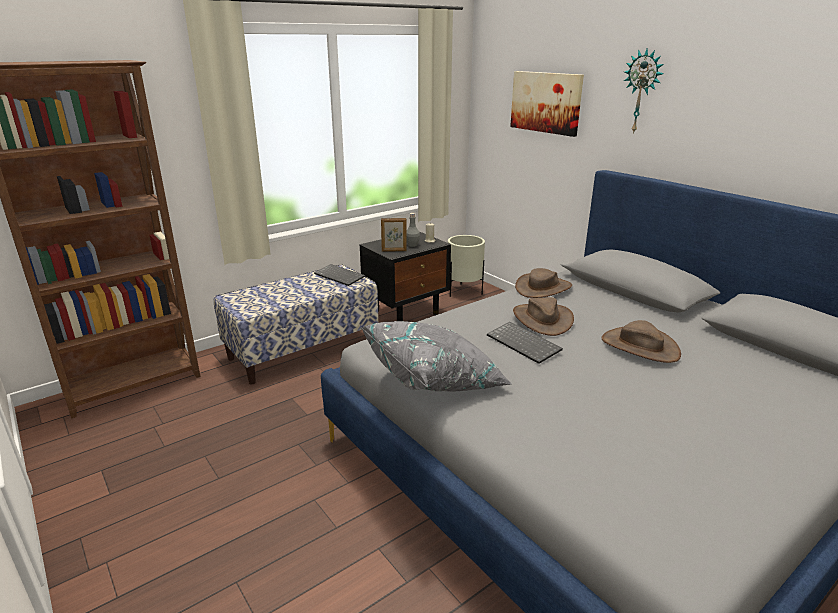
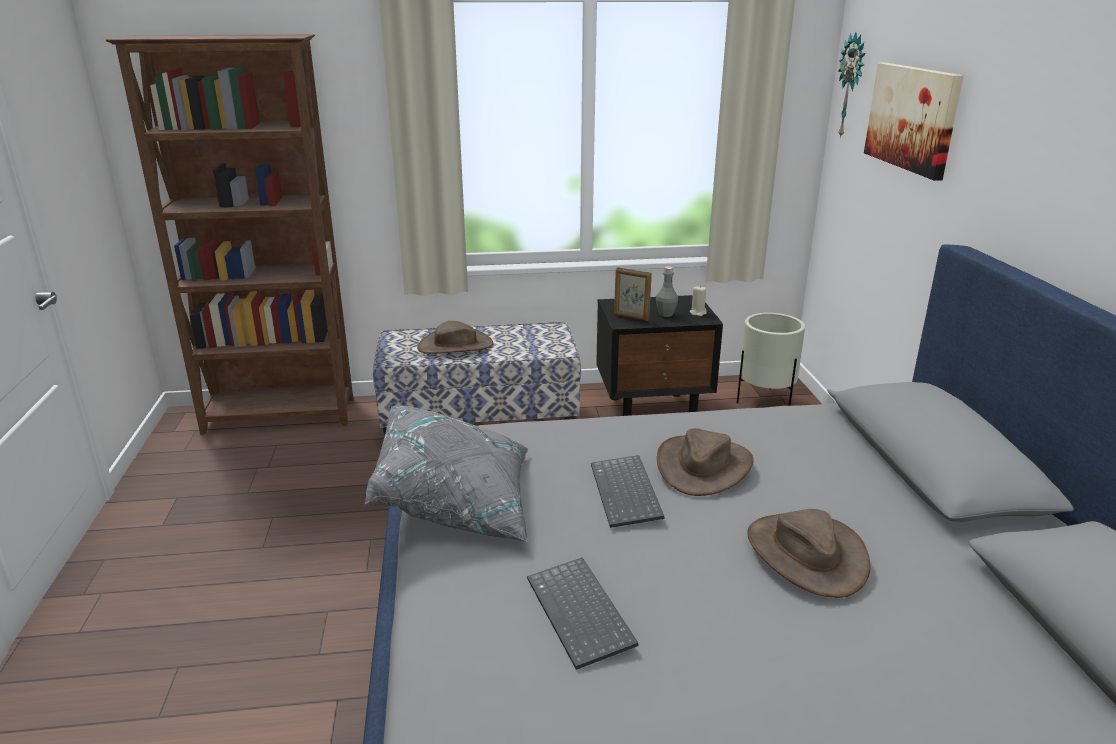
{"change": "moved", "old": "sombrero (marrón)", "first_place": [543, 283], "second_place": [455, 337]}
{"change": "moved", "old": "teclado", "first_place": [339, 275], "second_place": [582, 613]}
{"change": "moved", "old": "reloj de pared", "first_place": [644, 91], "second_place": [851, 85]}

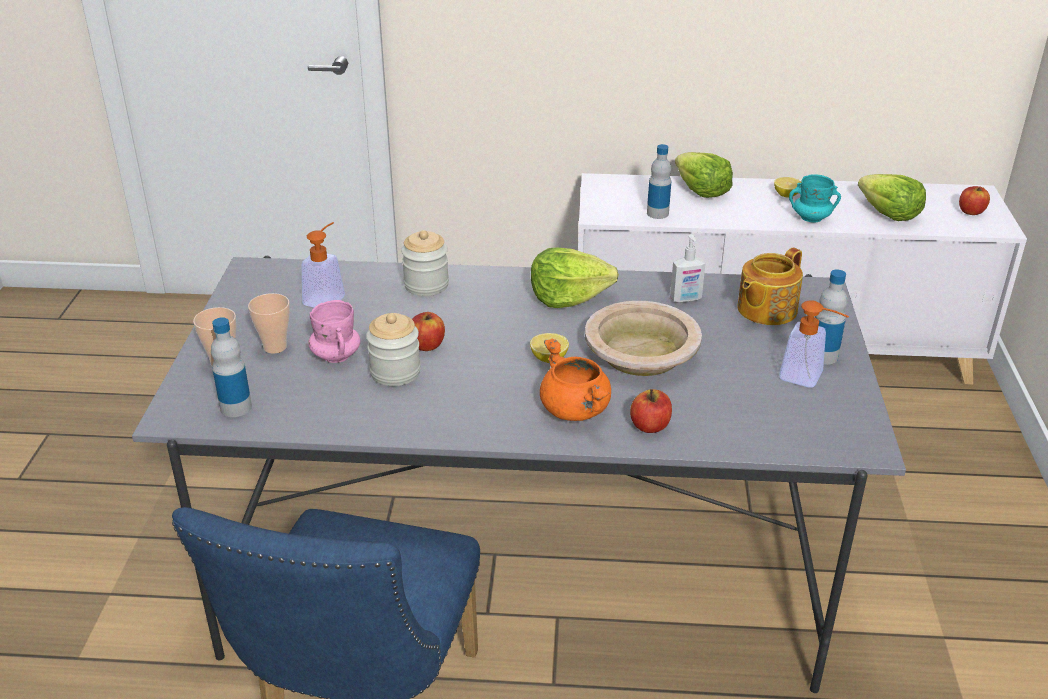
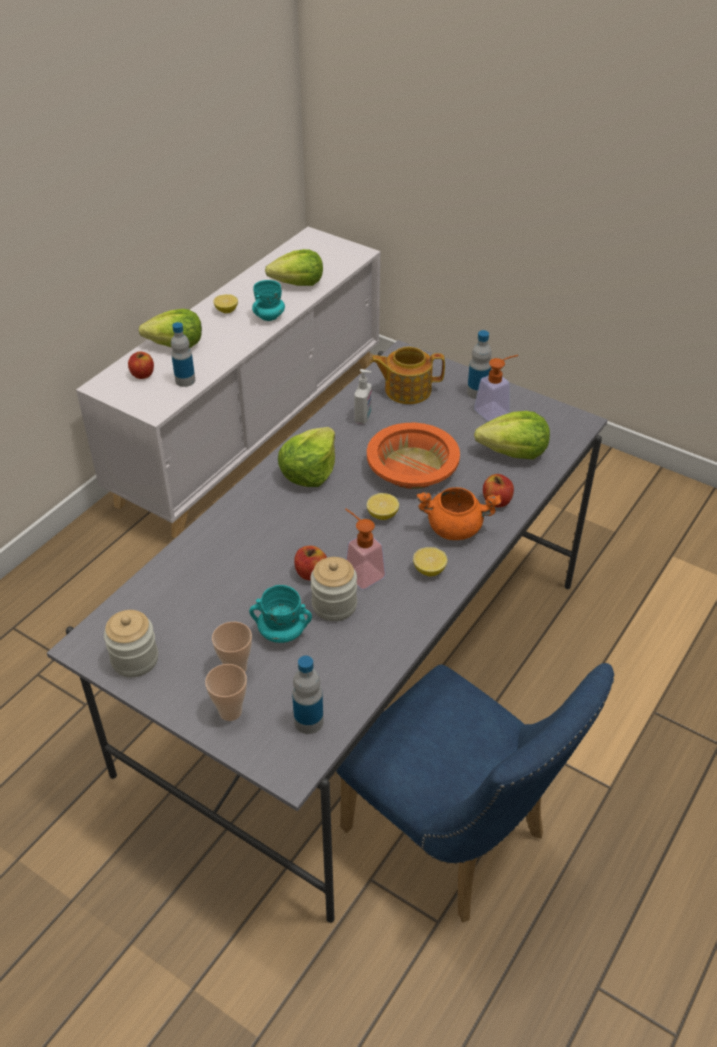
{"change": "moved", "old": "tarro", "first_place": [425, 263], "second_place": [131, 643]}
{"change": "moved", "old": "manzana", "first_place": [974, 200], "second_place": [141, 365]}
{"change": "recoloured", "old": "taza grande (rosa)", "new": "taza grande (turquesa)", "first_place": [334, 331], "second_place": [280, 614]}
{"change": "moved", "old": "dispensador de jabón", "first_place": [323, 264], "second_place": [365, 549]}
{"change": "recoloured", "old": "cuenco (beis)", "new": "cuenco (naranja)", "first_place": [643, 338], "second_place": [413, 456]}
{"change": "turned", "old": "tetera", "first_place": [770, 286], "second_place": [407, 375], "degrees": 105}
{"change": "added", "new": "limón", "second_place": [430, 561]}
{"change": "added", "new": "lechuga", "second_place": [512, 435]}

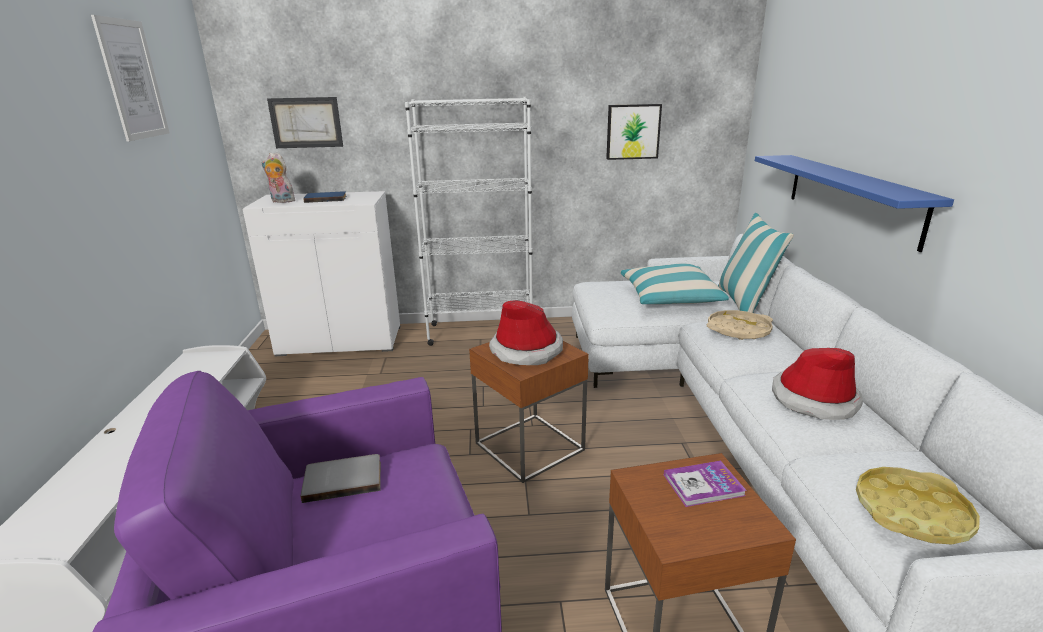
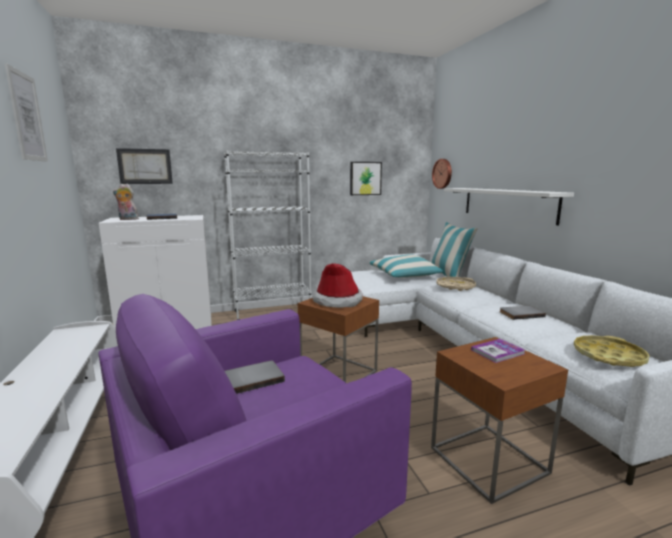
{"change": "added", "new": "reloj de pared", "second_place": [442, 174]}
{"change": "recoloured", "old": "estante (azul)", "new": "estante (blanco)", "first_place": [854, 203], "second_place": [509, 206]}
{"change": "replaced", "old": "sombrero", "new": "libro (gris)", "first_place": [817, 384], "second_place": [523, 313]}

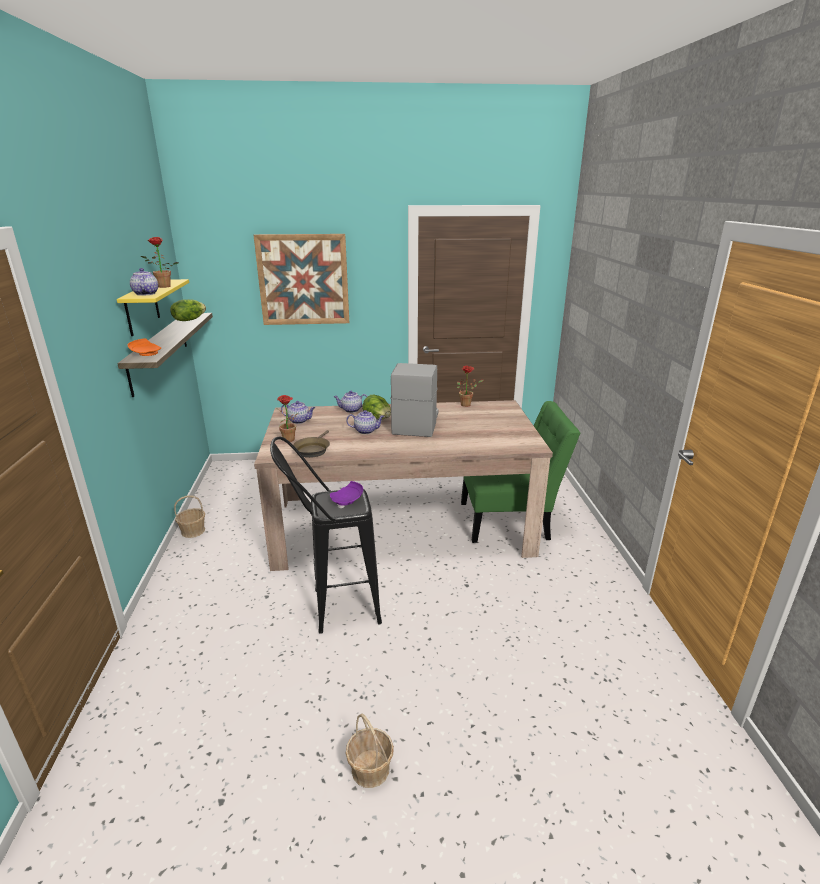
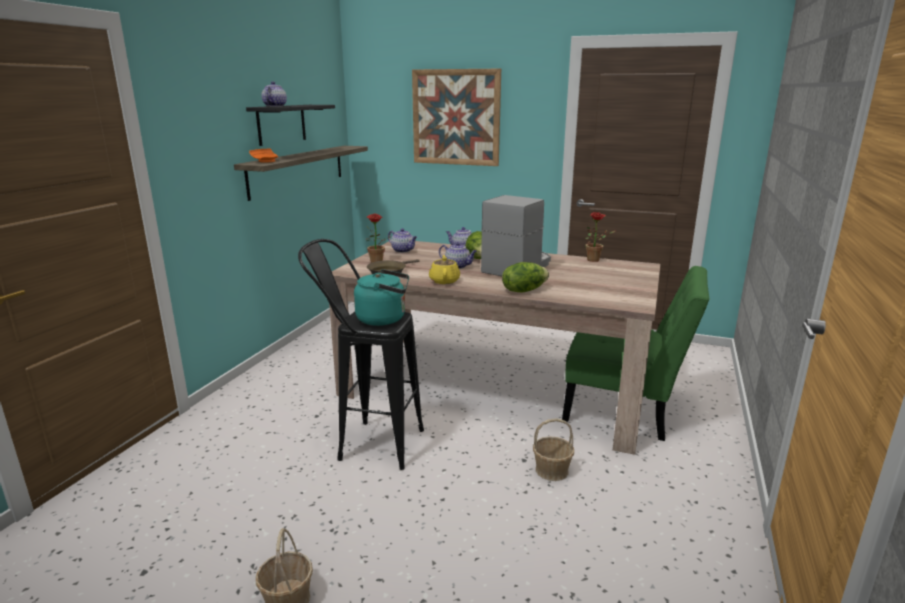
{"change": "recoloured", "old": "estante (amarillo)", "new": "estante (negro)", "first_place": [153, 307], "second_place": [290, 125]}
{"change": "replaced", "old": "plato (morado)", "new": "hervidor (turquesa)", "first_place": [346, 493], "second_place": [381, 297]}
{"change": "added", "new": "tetera (amarillo)", "second_place": [444, 269]}
{"change": "moved", "old": "lechuga", "first_place": [188, 310], "second_place": [525, 277]}
{"change": "moved", "old": "cesta", "first_place": [189, 516], "second_place": [553, 449]}
{"change": "removed", "old": "planta en maceta", "first_place": [160, 262]}

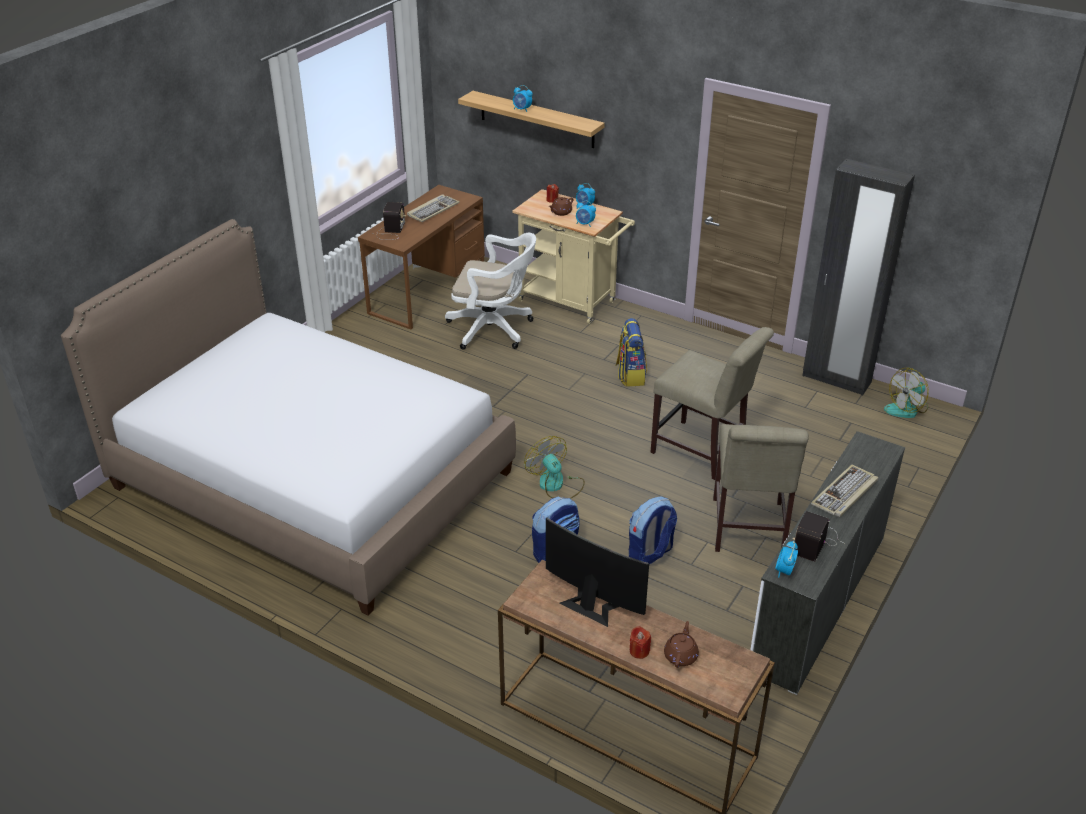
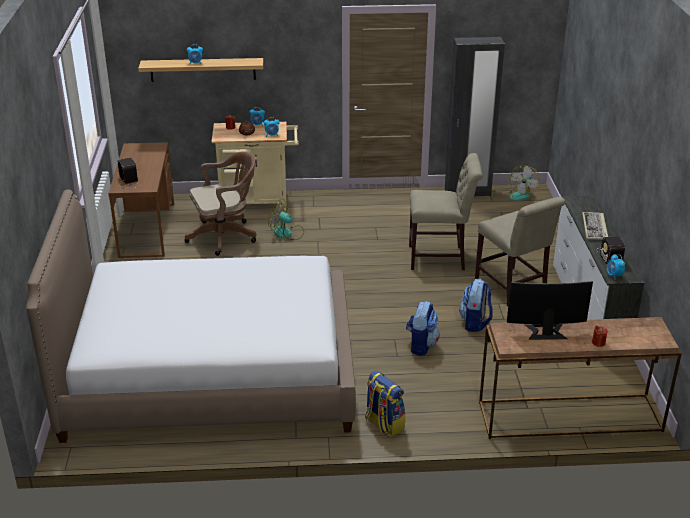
{"change": "recoloured", "old": "silla de oficina (blanco)", "new": "silla de oficina (marrón)", "first_place": [490, 291], "second_place": [220, 203]}
{"change": "moved", "old": "ventilador", "first_place": [554, 467], "second_place": [286, 219]}
{"change": "moved", "old": "mochila", "first_place": [631, 352], "second_place": [385, 403]}
{"change": "removed", "old": "teclado", "first_place": [433, 208]}
{"change": "removed", "old": "tetera (marrón)", "first_place": [681, 644]}

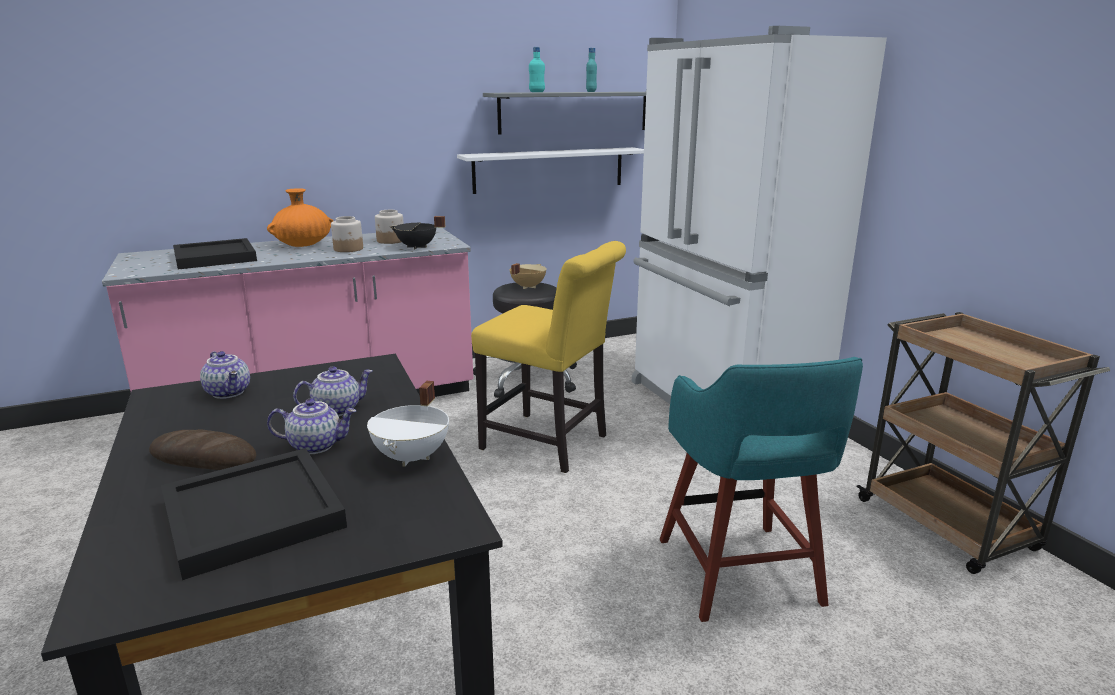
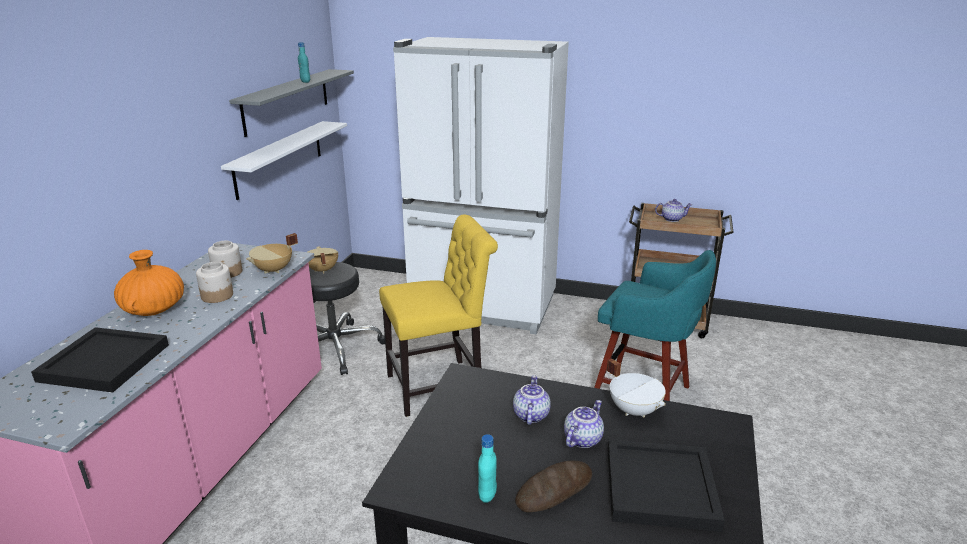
{"change": "recoloured", "old": "olla (negro)", "new": "olla (beis)", "first_place": [417, 233], "second_place": [272, 253]}
{"change": "moved", "old": "botella (turquesa)", "first_place": [537, 69], "second_place": [487, 468]}
{"change": "moved", "old": "tetera", "first_place": [225, 375], "second_place": [674, 210]}

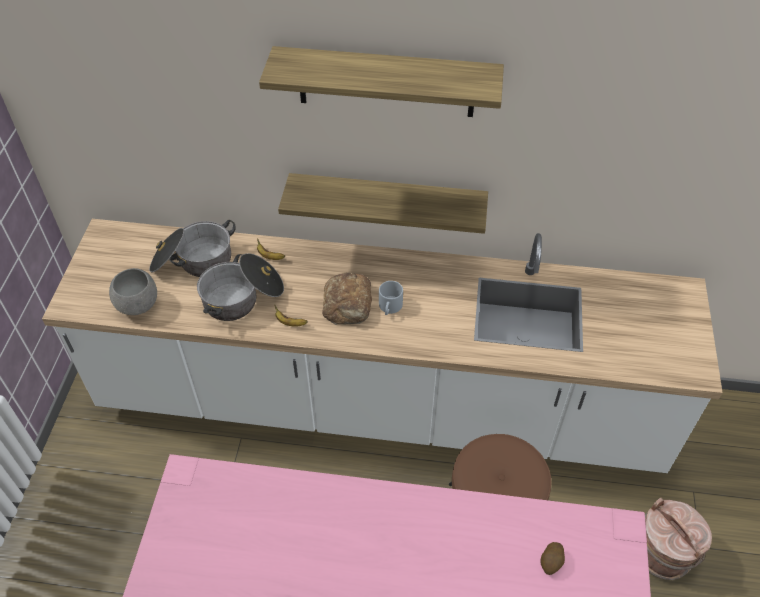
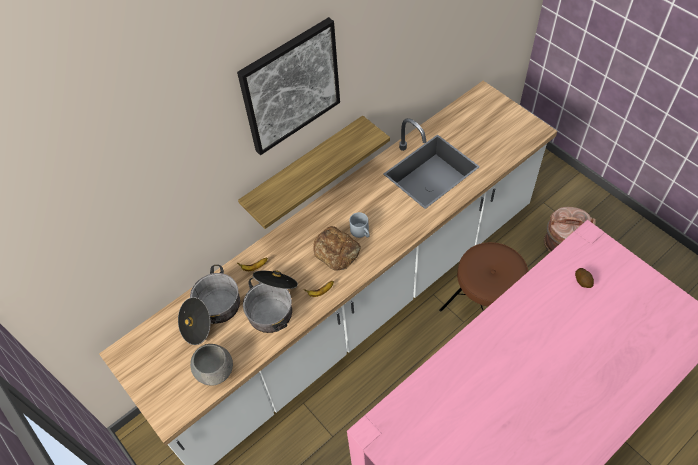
{"change": "replaced", "old": "estante", "new": "cuadro", "first_place": [381, 81], "second_place": [288, 86]}

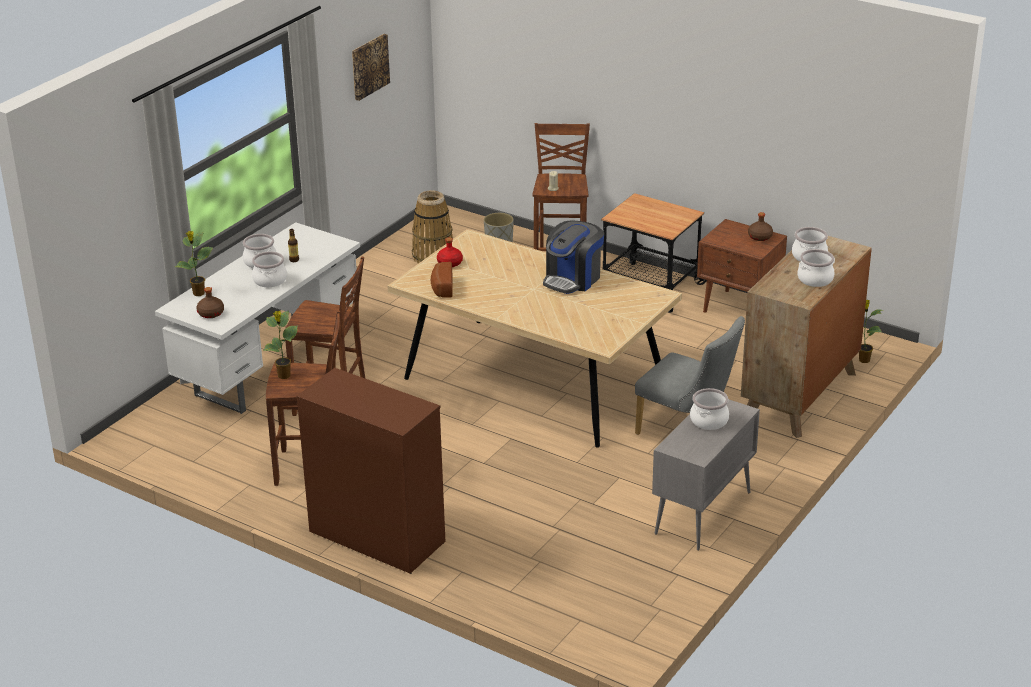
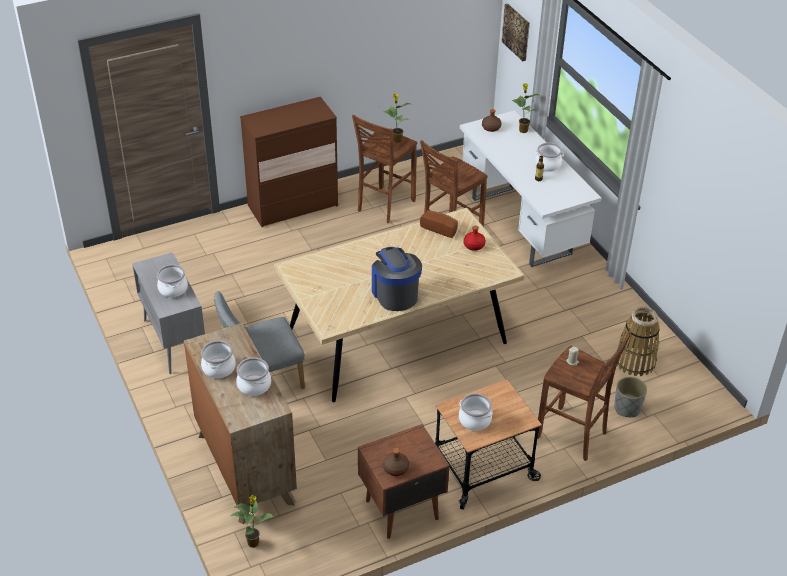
{"change": "moved", "old": "olla", "first_place": [269, 269], "second_place": [476, 412]}
{"change": "moved", "old": "cuadro", "first_place": [371, 67], "second_place": [516, 32]}

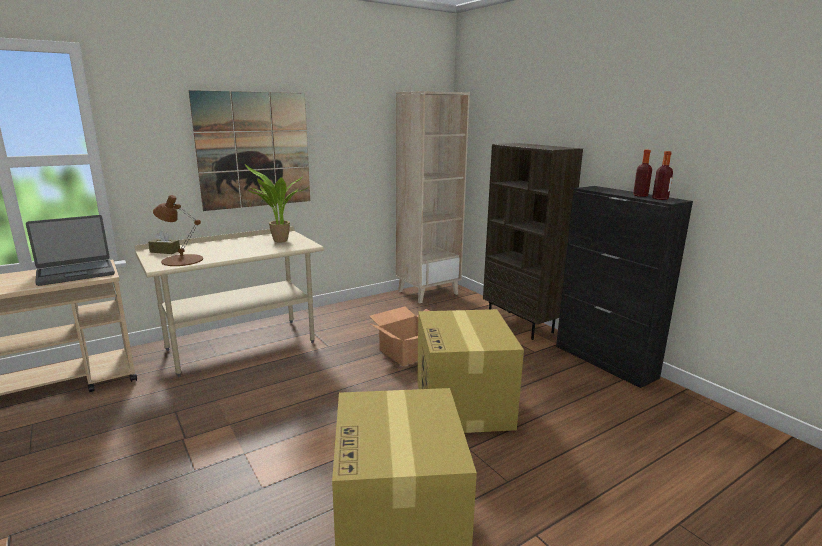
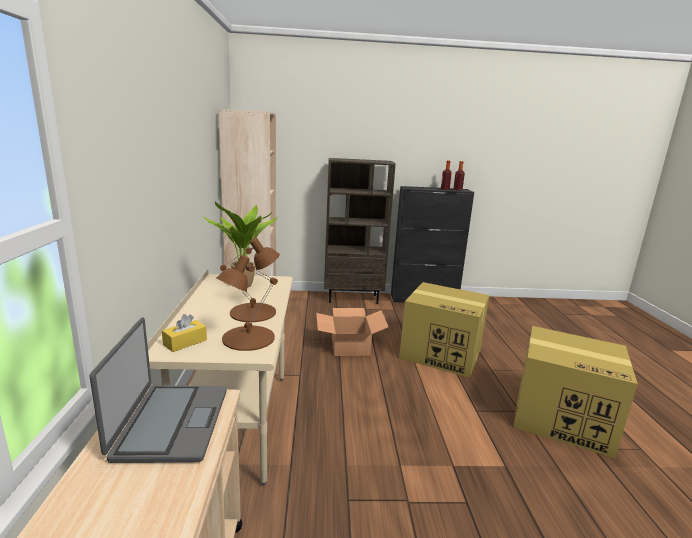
{"change": "recoloured", "old": "caja de pañuelos (marrón)", "new": "caja de pañuelos (amarillo)", "first_place": [164, 242], "second_place": [184, 333]}
{"change": "added", "new": "lámpara de mesa (marrón)", "second_place": [250, 280]}
{"change": "removed", "old": "cuadro", "first_place": [249, 150]}

